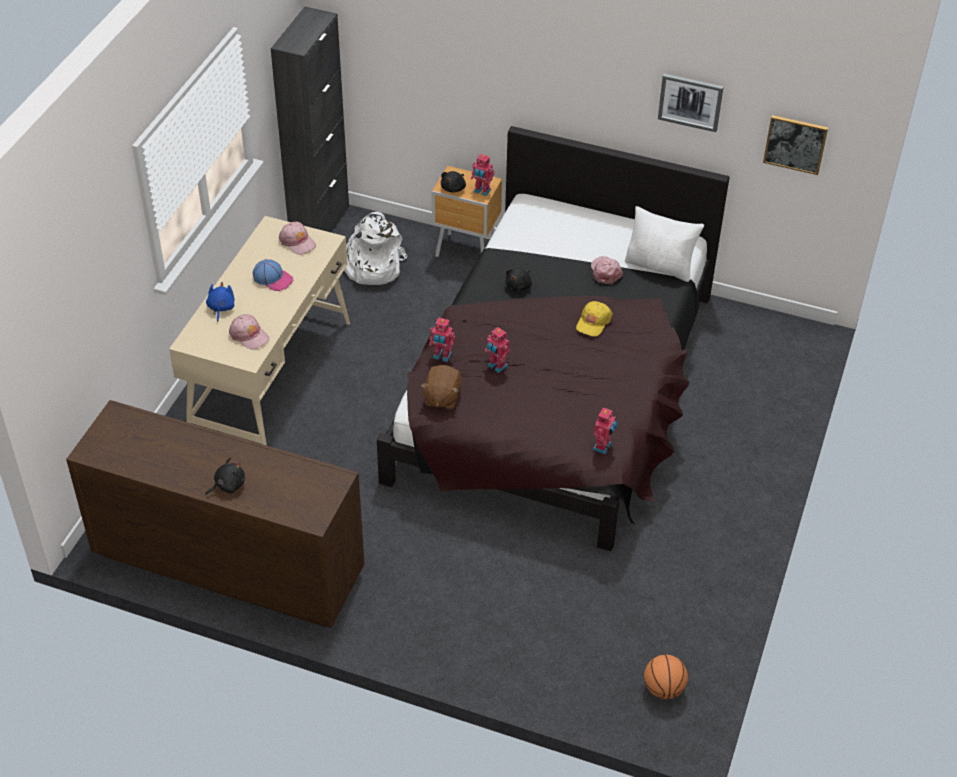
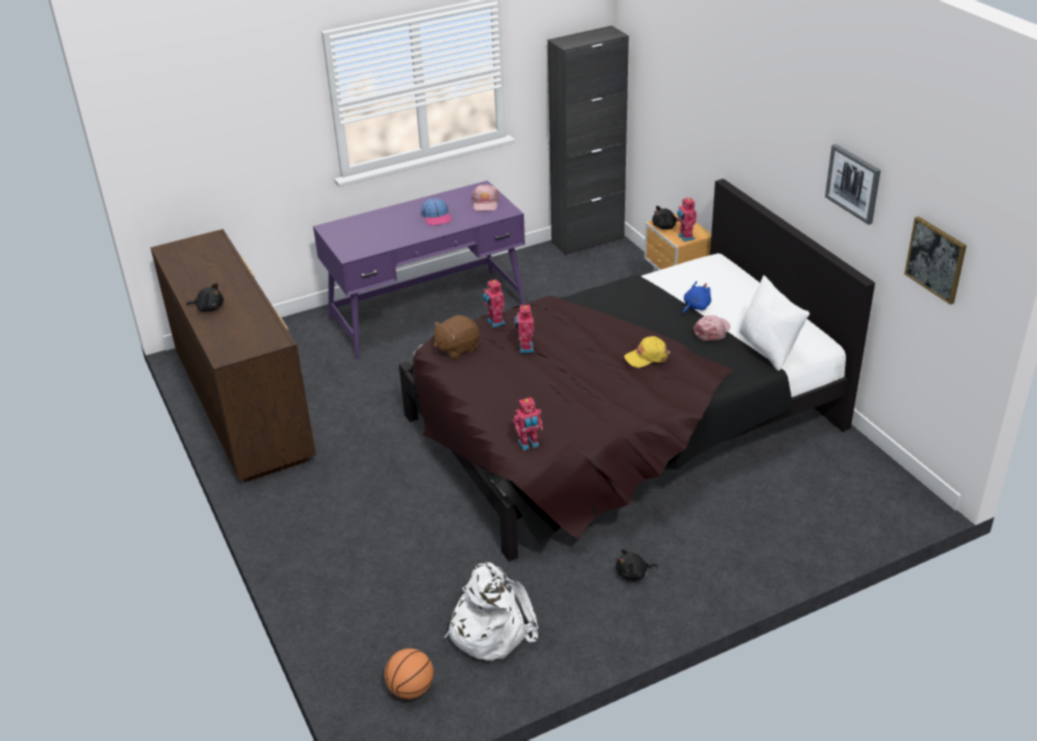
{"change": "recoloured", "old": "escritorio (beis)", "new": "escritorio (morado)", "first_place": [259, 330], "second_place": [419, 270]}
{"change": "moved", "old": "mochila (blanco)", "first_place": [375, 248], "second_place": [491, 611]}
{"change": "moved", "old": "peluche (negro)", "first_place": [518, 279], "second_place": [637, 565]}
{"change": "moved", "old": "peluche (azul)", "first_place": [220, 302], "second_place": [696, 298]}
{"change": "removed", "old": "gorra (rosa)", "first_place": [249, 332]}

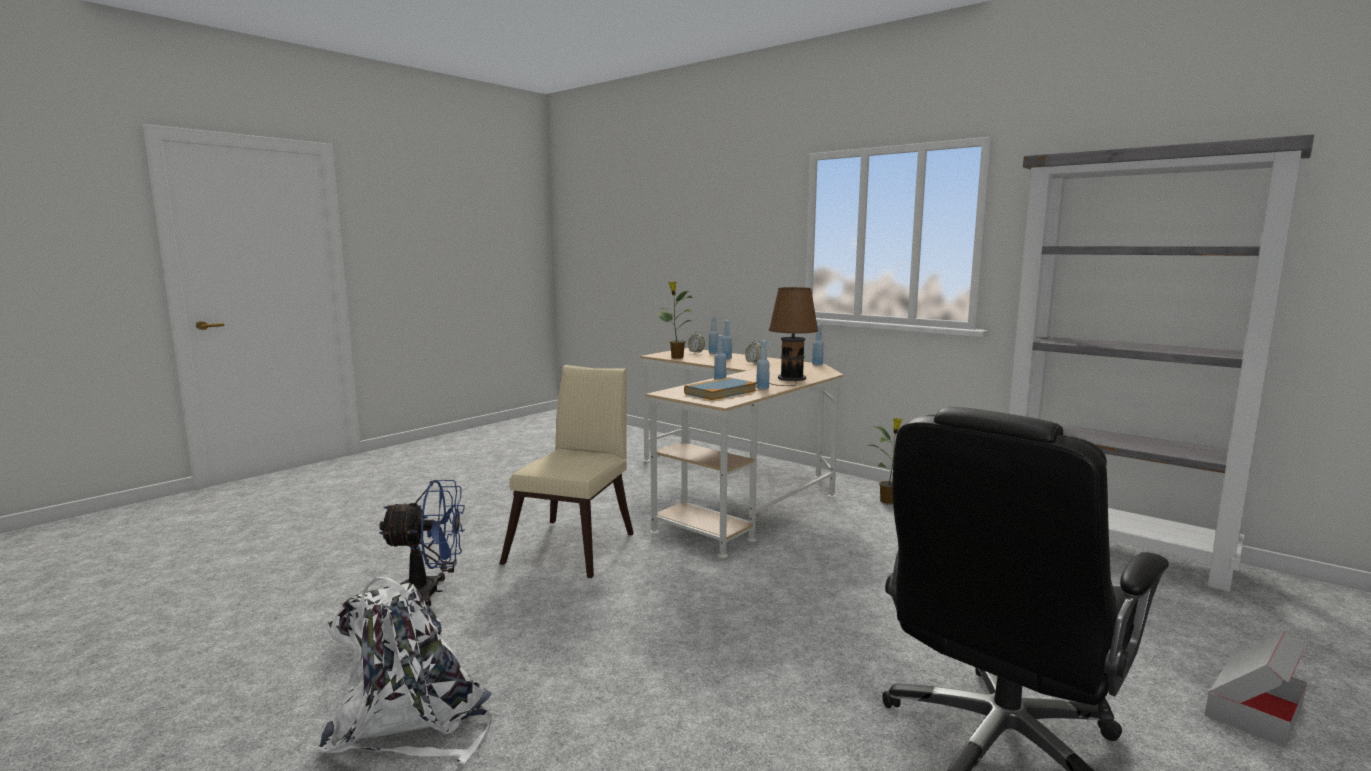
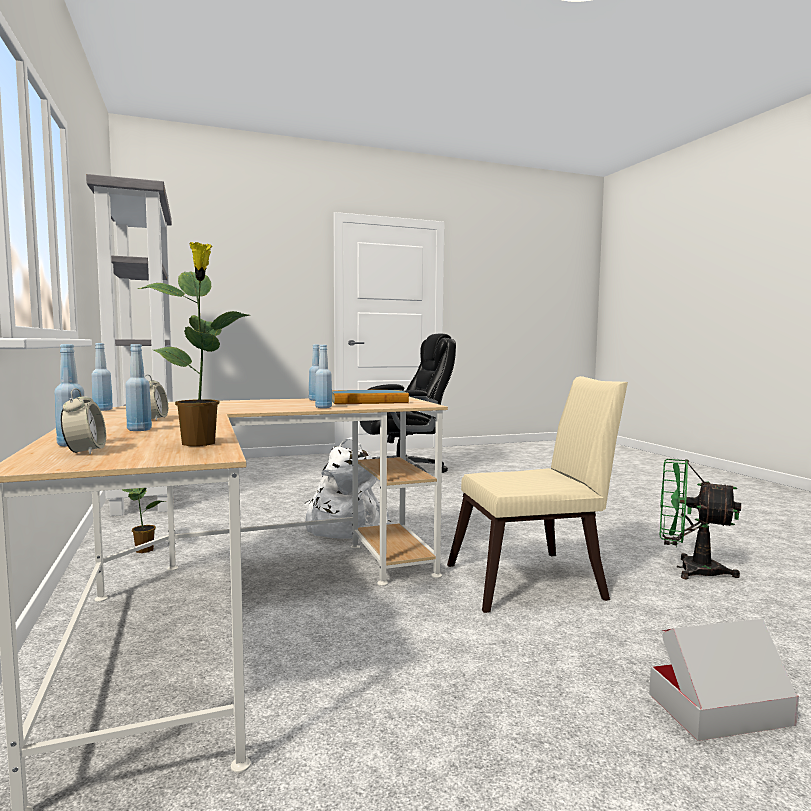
{"change": "moved", "old": "mochila (blanco)", "first_place": [404, 670], "second_place": [348, 488]}
{"change": "turned", "old": "silla (beis)", "first_place": [567, 471], "second_place": [537, 494], "degrees": -150}
{"change": "moved", "old": "caja de cartón", "first_place": [1256, 689], "second_place": [724, 680]}
{"change": "recoloured", "old": "ventilador (azul)", "new": "ventilador (verde)", "first_place": [422, 543], "second_place": [700, 519]}
{"change": "removed", "old": "lámpara de mesa (marrón)", "first_place": [787, 336]}

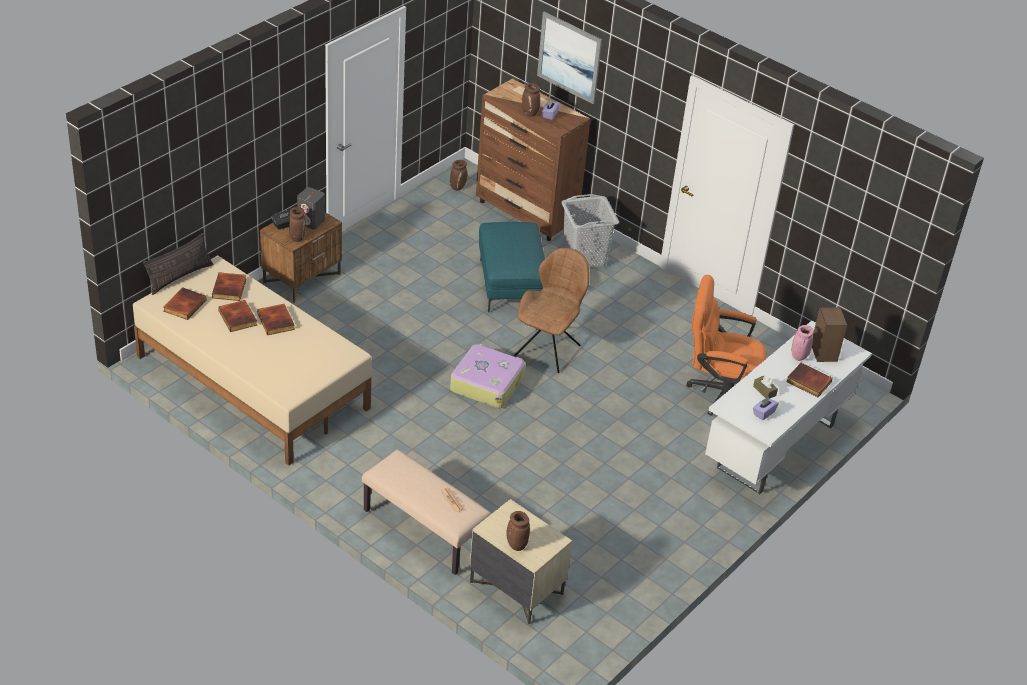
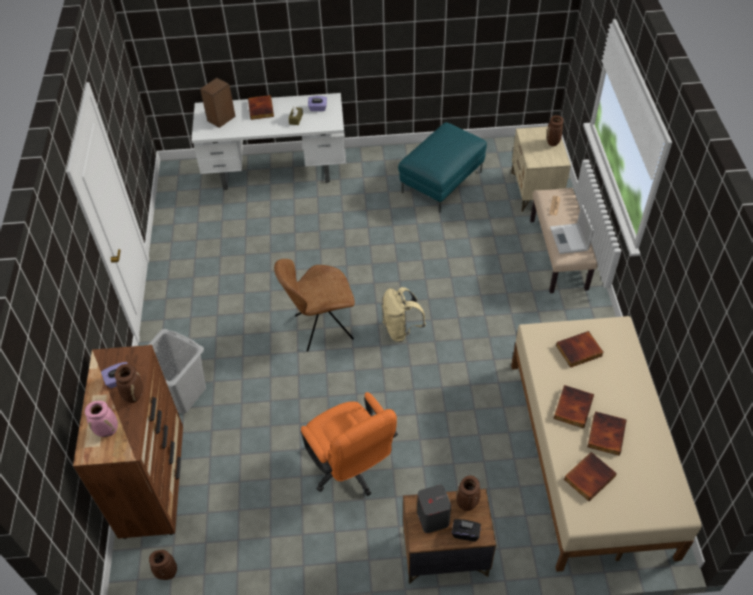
{"change": "moved", "old": "florero (rosa)", "first_place": [802, 343], "second_place": [101, 419]}
{"change": "moved", "old": "silla de oficina (naranja)", "first_place": [726, 345], "second_place": [349, 444]}
{"change": "replaced", "old": "maleta", "new": "mochila (beis)", "first_place": [487, 376], "second_place": [404, 314]}
{"change": "moved", "old": "puf (turquesa)", "first_place": [512, 267], "second_place": [442, 167]}
{"change": "added", "new": "portátil", "second_place": [572, 229]}
{"change": "moved", "old": "libro", "first_place": [185, 303], "second_place": [580, 349]}
{"change": "removed", "old": "cojín", "first_place": [178, 264]}
{"change": "removed", "old": "cuadro", "first_place": [569, 57]}

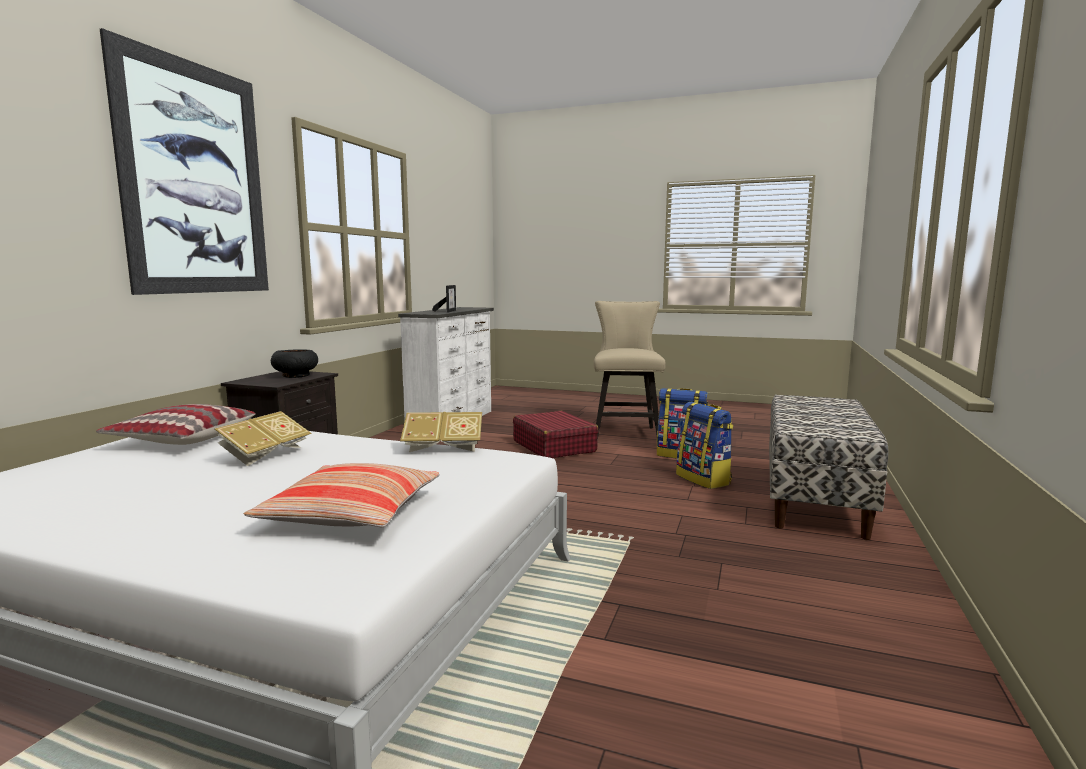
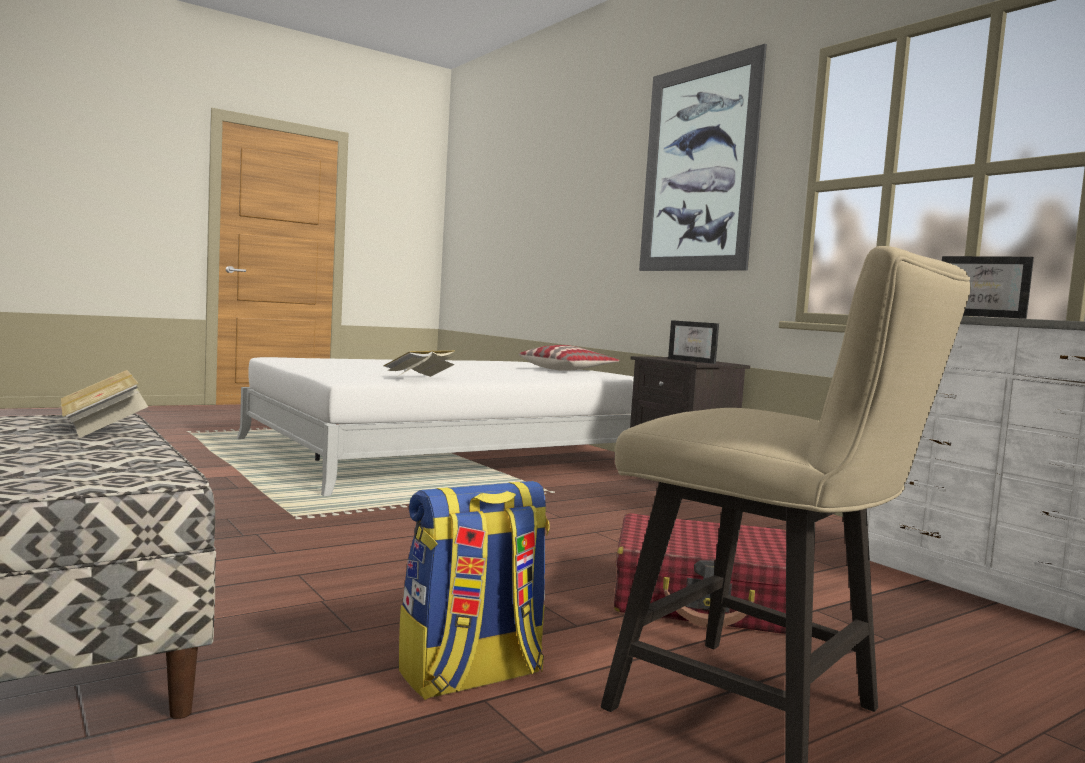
{"change": "moved", "old": "libro", "first_place": [263, 438], "second_place": [104, 404]}
{"change": "replaced", "old": "cuenco (negro)", "new": "portarretratos", "first_place": [294, 363], "second_place": [693, 342]}
{"change": "removed", "old": "cojín", "first_place": [342, 495]}
{"change": "removed", "old": "mochila", "first_place": [704, 445]}

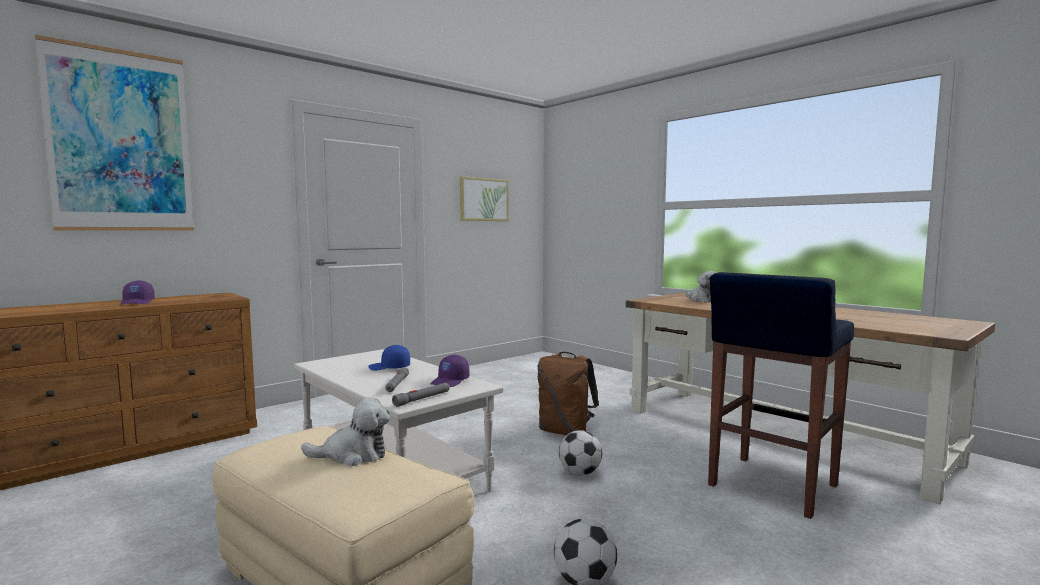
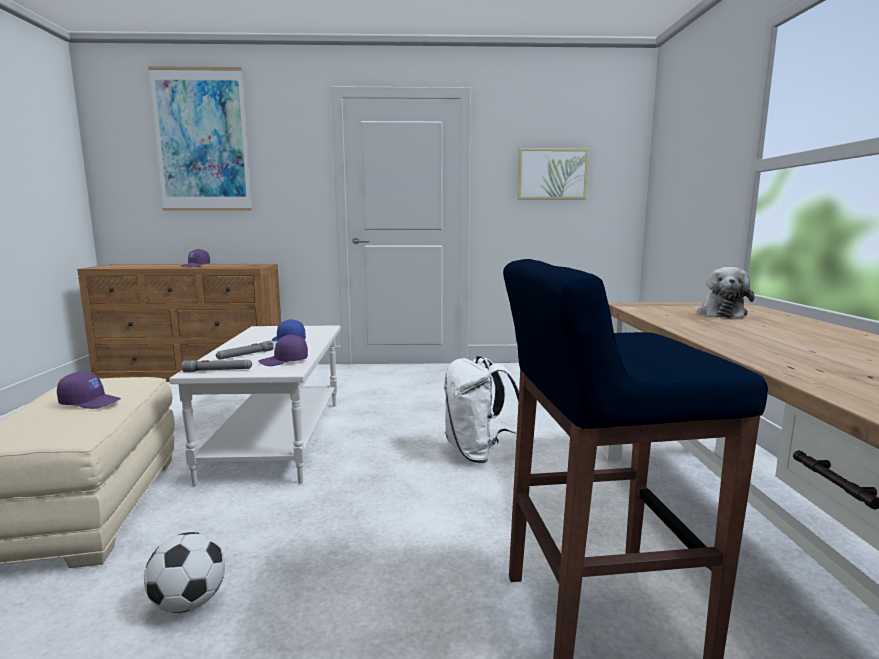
{"change": "replaced", "old": "peluche", "new": "gorra (morado)", "first_place": [345, 431], "second_place": [89, 390]}
{"change": "recoloured", "old": "mochila (marrón)", "new": "mochila (blanco)", "first_place": [568, 393], "second_place": [481, 409]}
{"change": "removed", "old": "balón de fútbol", "first_place": [580, 453]}

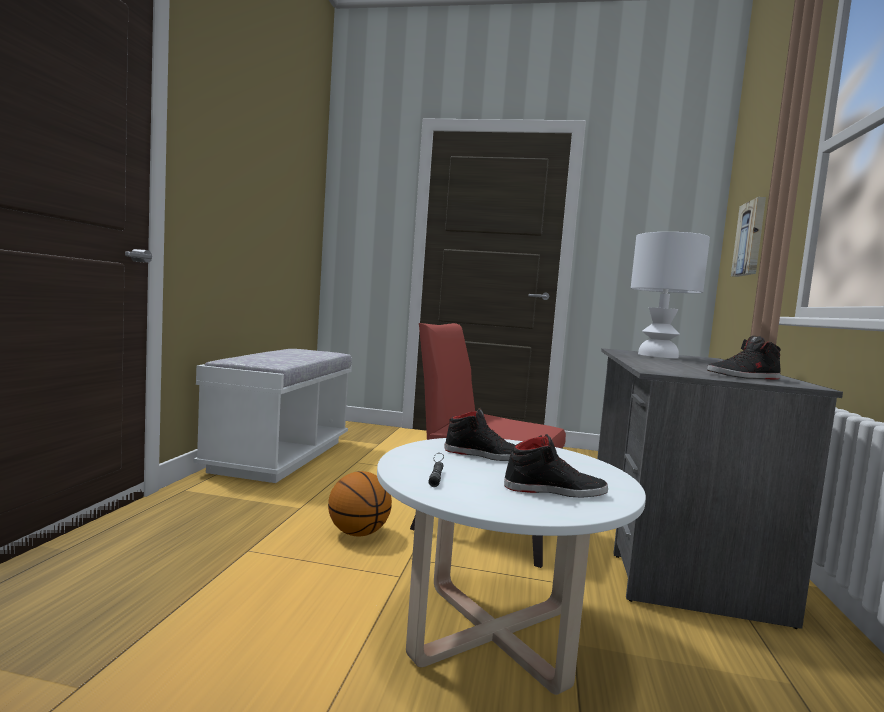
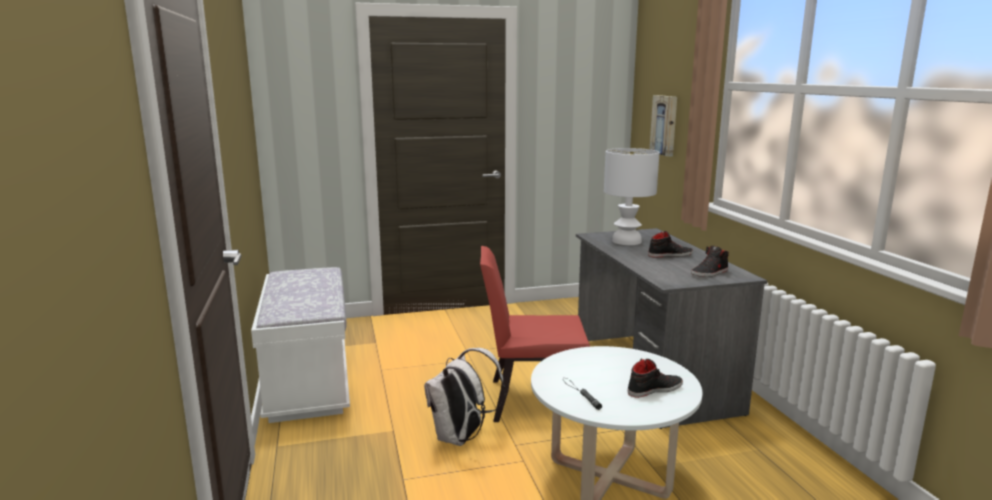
{"change": "replaced", "old": "balón de baloncesto", "new": "mochila (blanco)", "first_place": [360, 503], "second_place": [464, 397]}
{"change": "moved", "old": "zapato (negro)", "first_place": [479, 434], "second_place": [670, 244]}

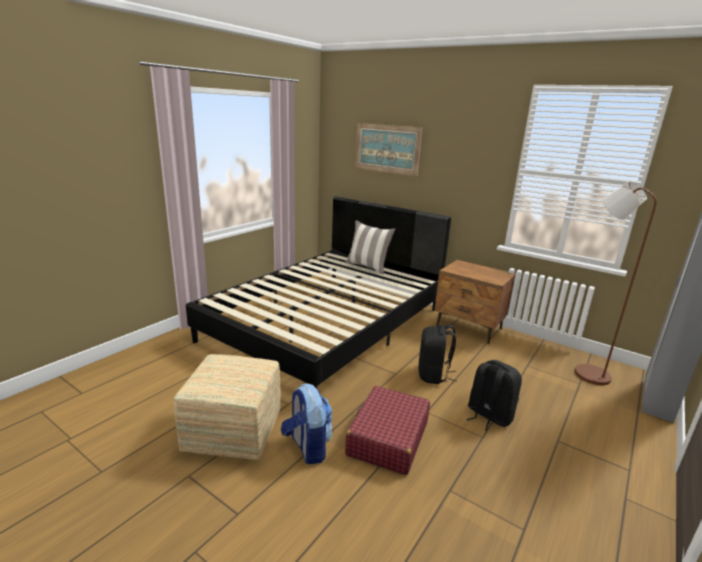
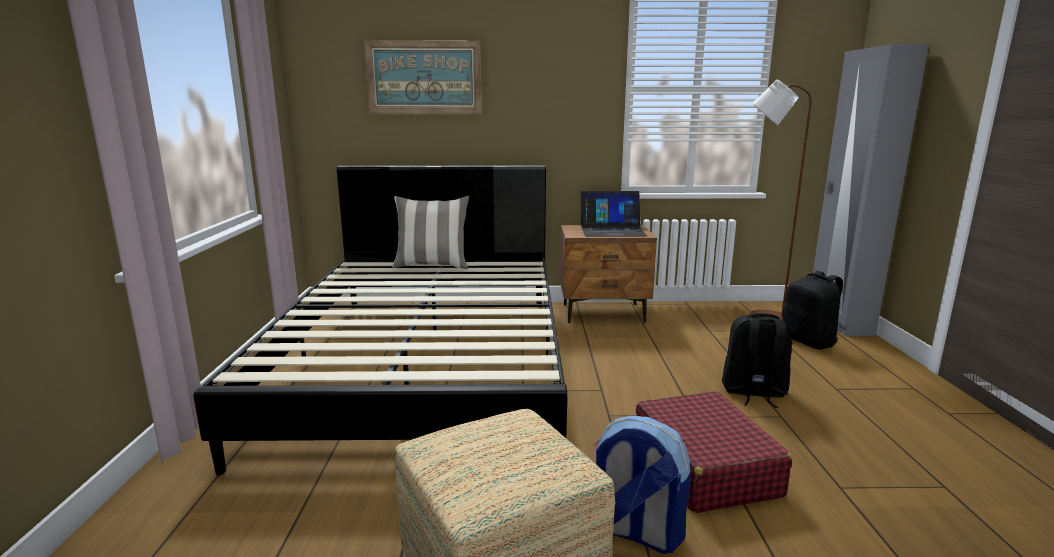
{"change": "added", "new": "portátil", "second_place": [614, 213]}
{"change": "moved", "old": "mochila (negro)", "first_place": [438, 354], "second_place": [812, 310]}

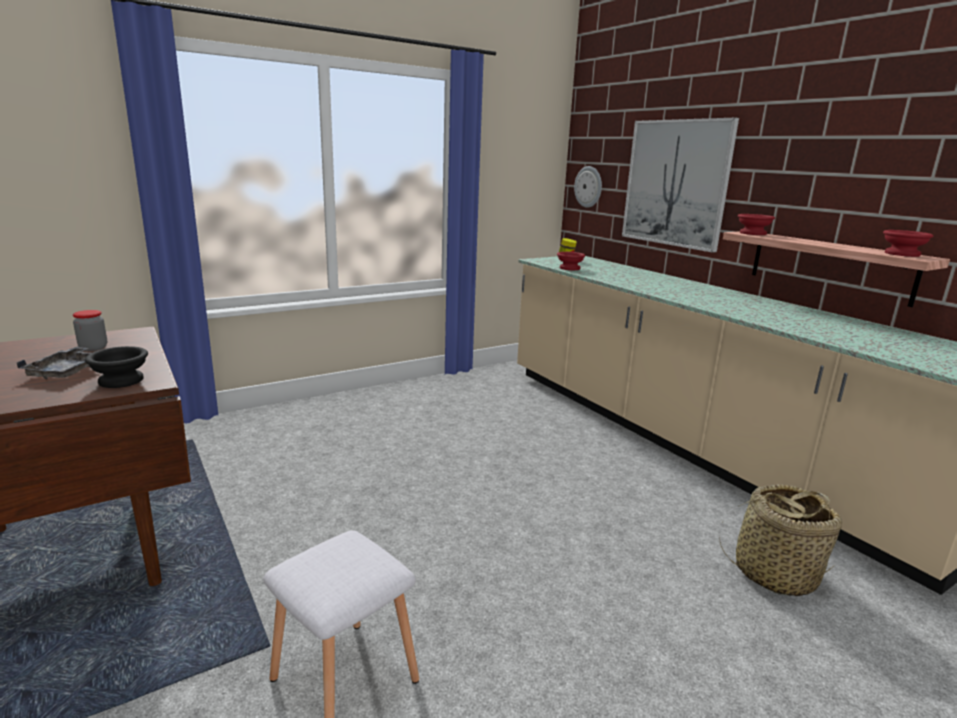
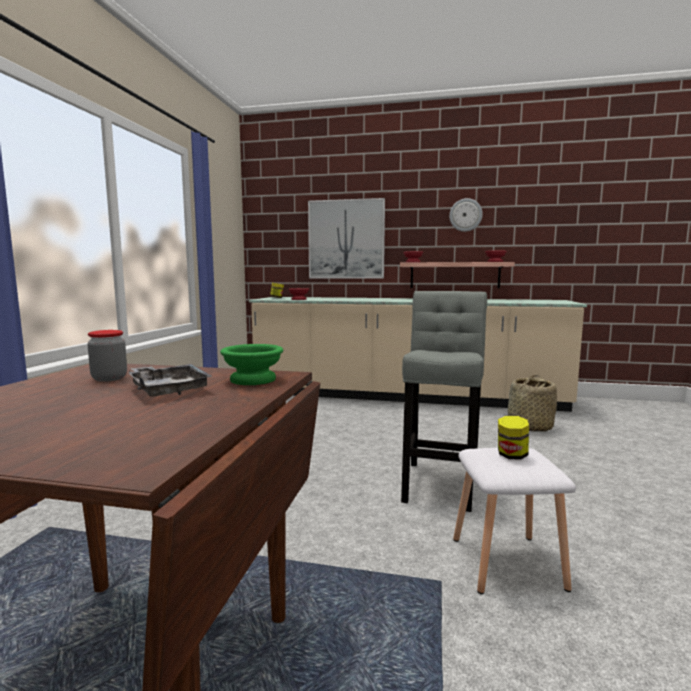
{"change": "recoloured", "old": "cuenco (negro)", "new": "cuenco (verde)", "first_place": [116, 367], "second_place": [251, 364]}
{"change": "added", "new": "taburete (gris)", "second_place": [444, 401]}
{"change": "moved", "old": "reloj de pared", "first_place": [588, 187], "second_place": [466, 215]}
{"change": "added", "new": "tarro", "second_place": [513, 438]}

